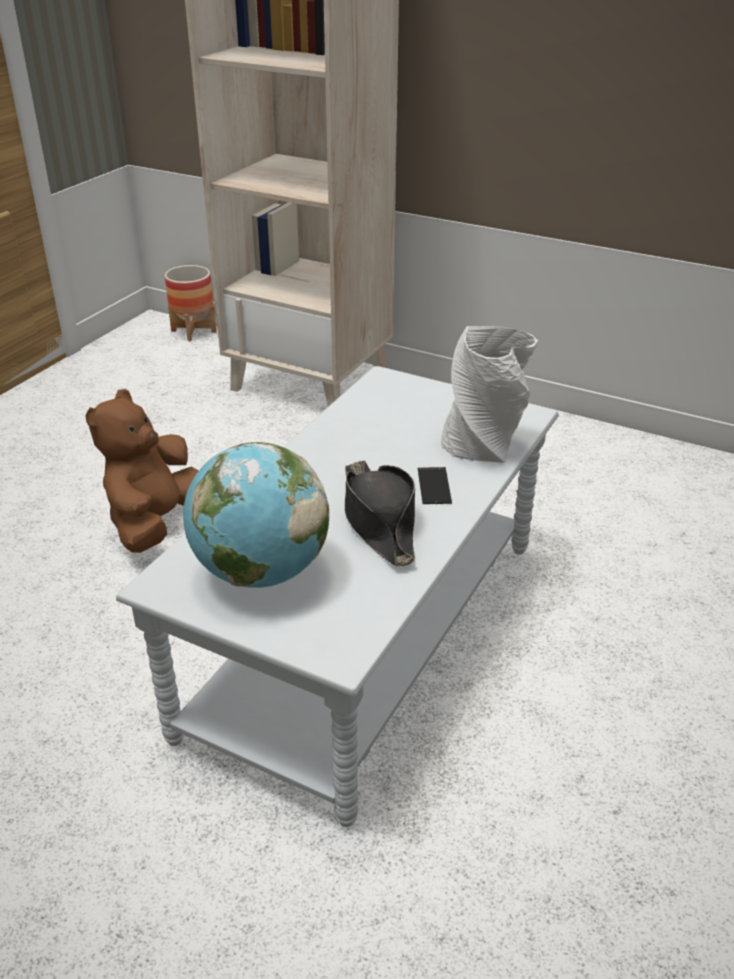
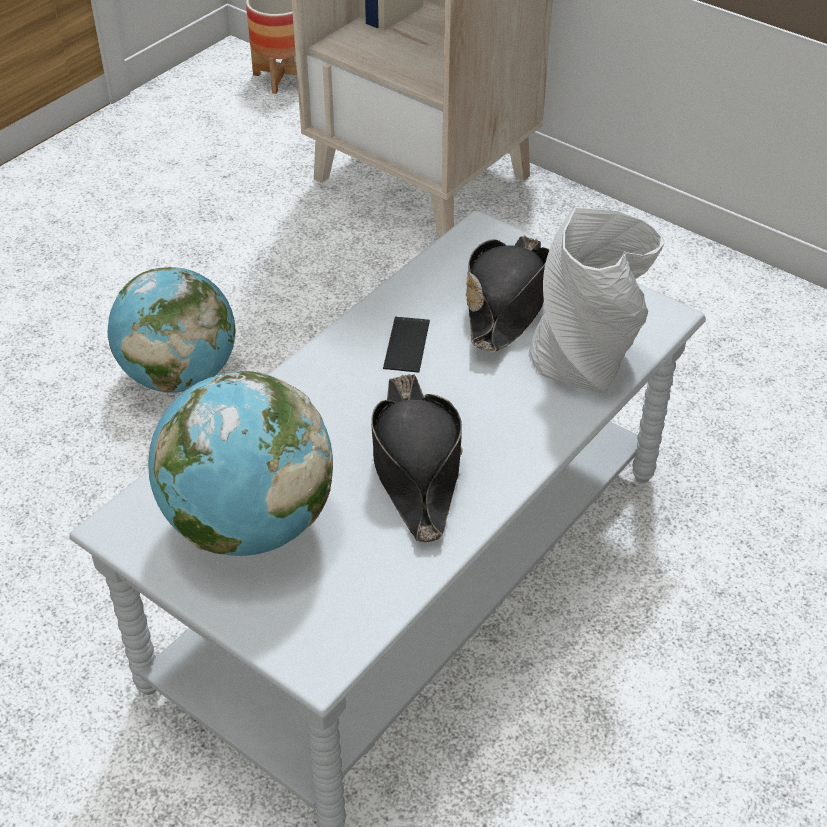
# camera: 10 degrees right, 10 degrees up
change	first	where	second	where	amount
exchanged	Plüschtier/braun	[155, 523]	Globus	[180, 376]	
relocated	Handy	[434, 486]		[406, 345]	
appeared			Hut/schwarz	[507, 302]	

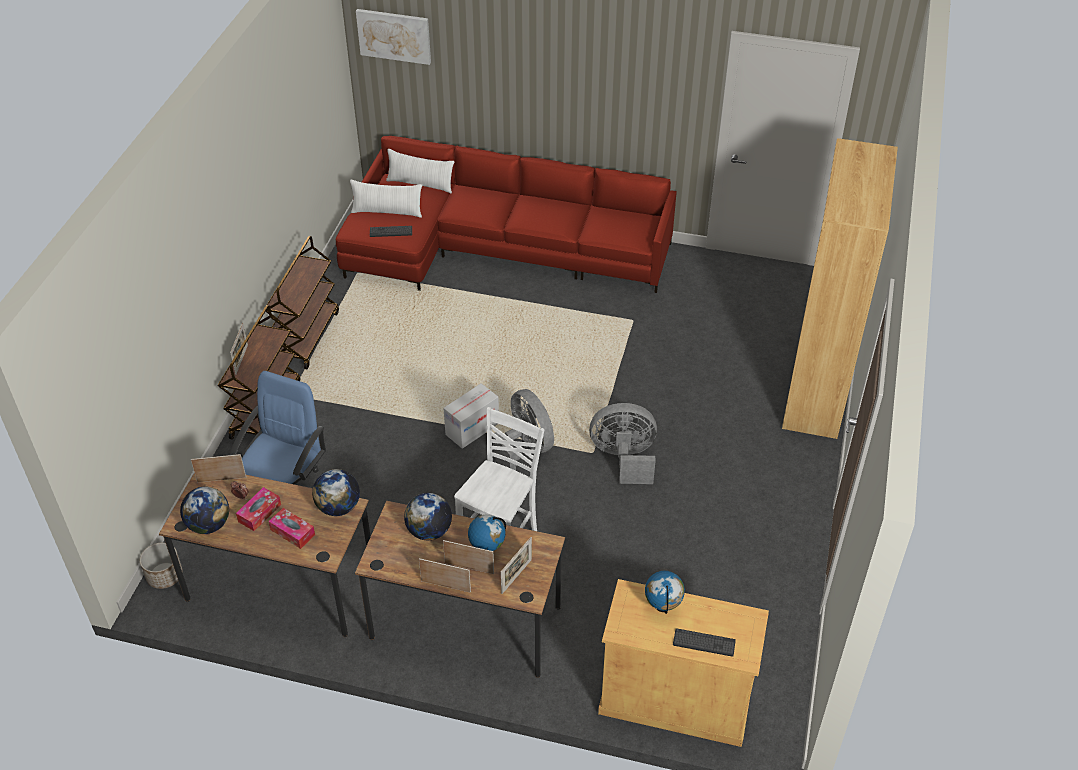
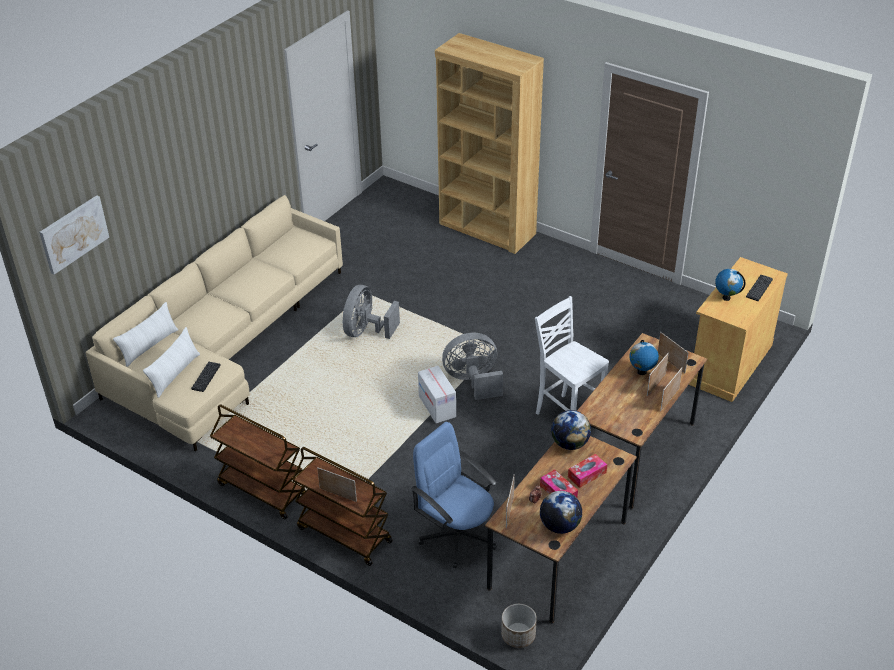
# camera: 70 degrees left, 5 degrees down
change	first	where	second	where	amount
colour	Sofa/rot	[497, 248]	Sofa/beige	[225, 345]	
missing	Globus	[429, 531]			
relocated	Ventilator/grau	[624, 458]		[366, 331]	

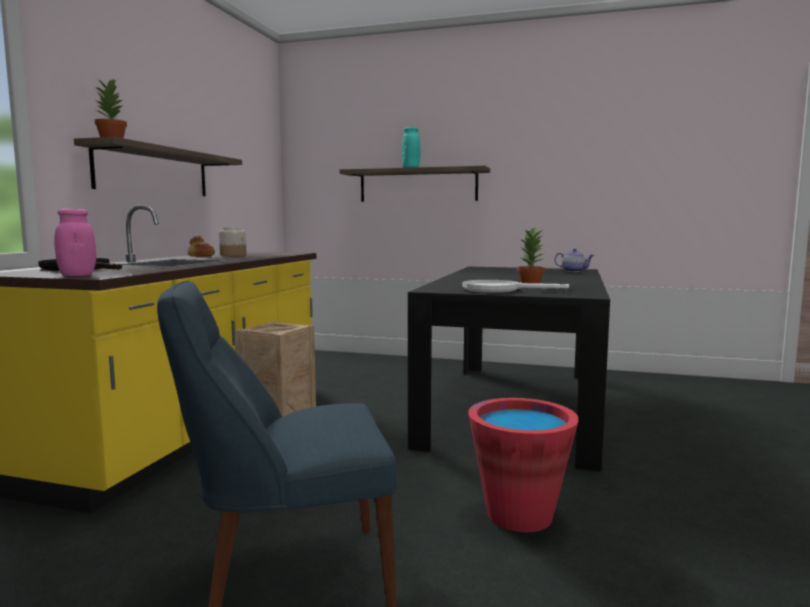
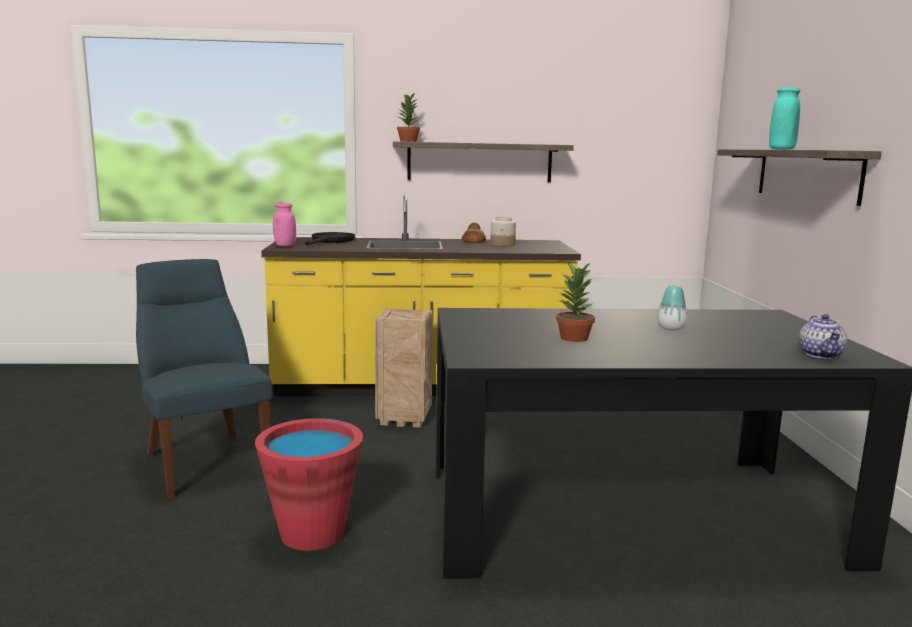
# camera: 70 degrees right, 5 degrees up
change	first	where	second	where	amount
missing	Pfanne/weiß	[499, 290]			
appeared			Vase	[670, 328]	

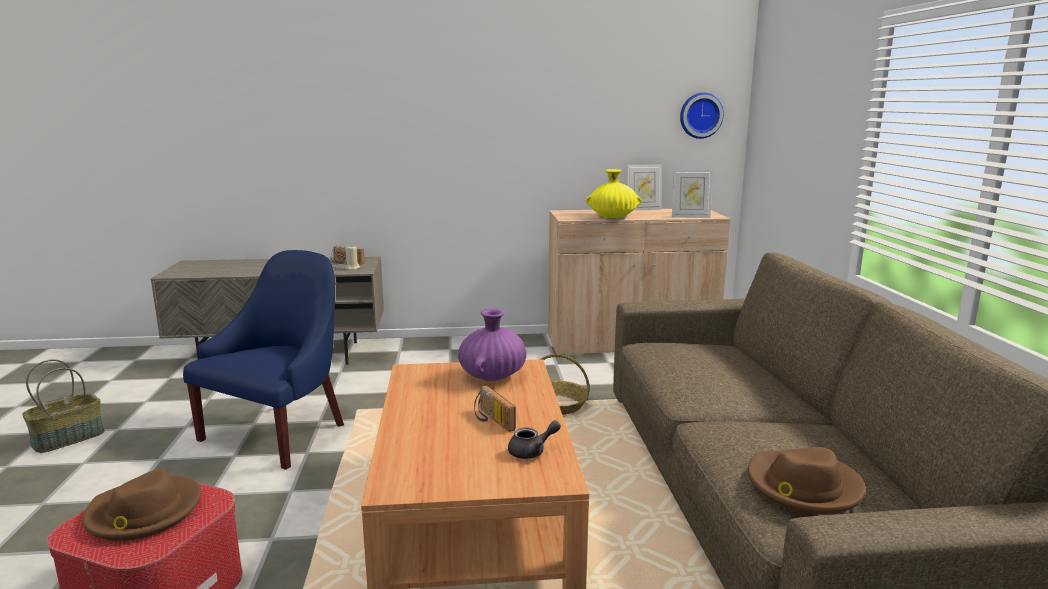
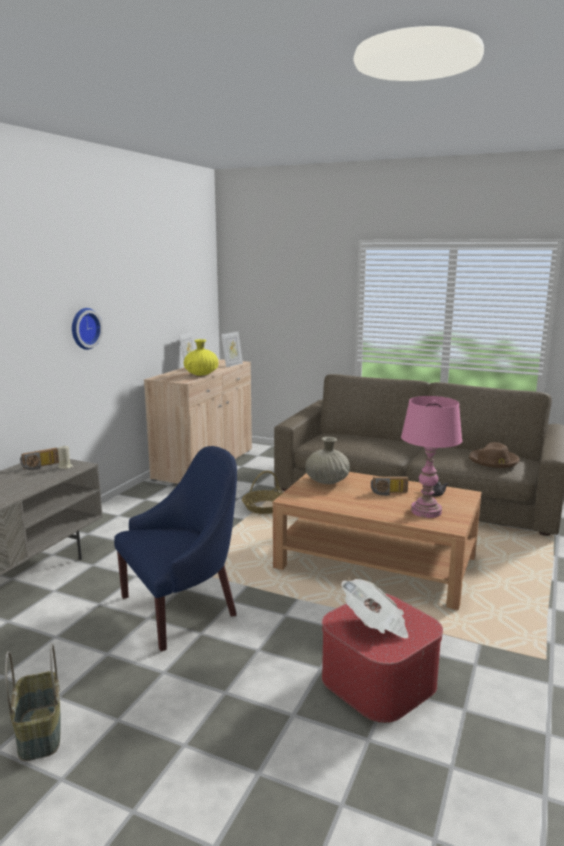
# camera: 60 degrees left, 0 degrees up
change	first	where	second	where	amount
exchanged	Hut/braun	[144, 512]	Zeitung	[375, 624]	
spun	Sessel/blau	[279, 433]		[182, 608]	90 degrees clockwise
colour	Vase/lila	[493, 376]	Vase/beige	[327, 481]	
relocated	Wanduhr	[700, 115]		[84, 328]	
appeared			Tischlampe/rosa	[426, 511]	

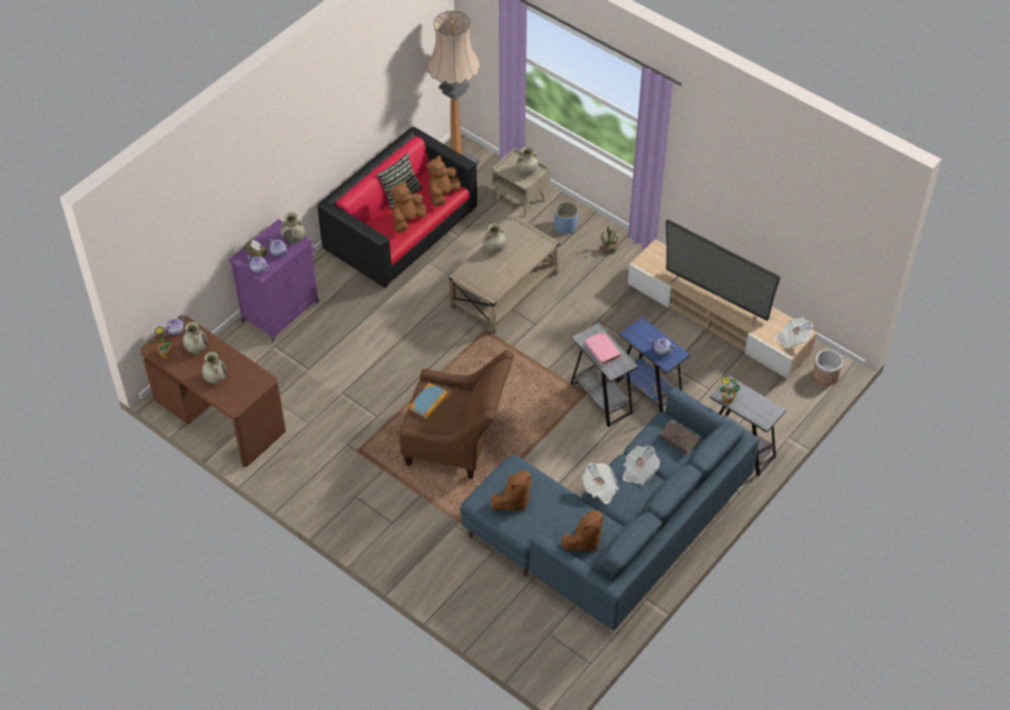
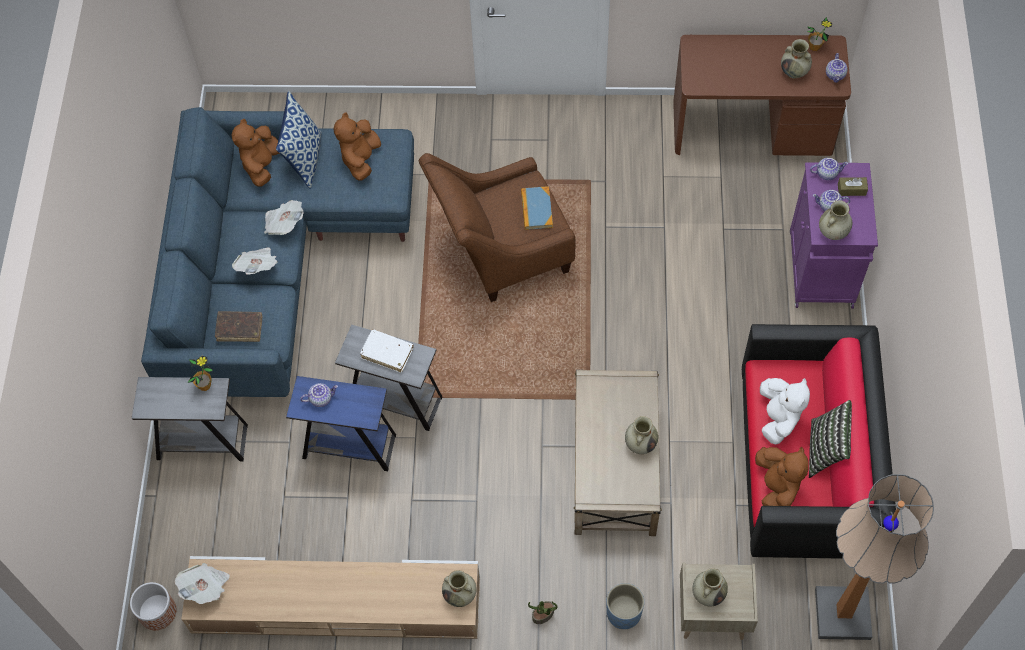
# camera: 145 degrees right, 10 degrees up
change	first	where	second	where	amount
relocated	Vase/beige	[215, 378]		[460, 595]	
colour	Plüschtier/braun	[407, 220]	Plüschtier/weiß	[778, 418]	
colour	Buch/rosa	[602, 351]	Buch/weiß	[387, 353]	
missing	Fernseher	[716, 296]			
appeared			Kissen	[304, 159]	

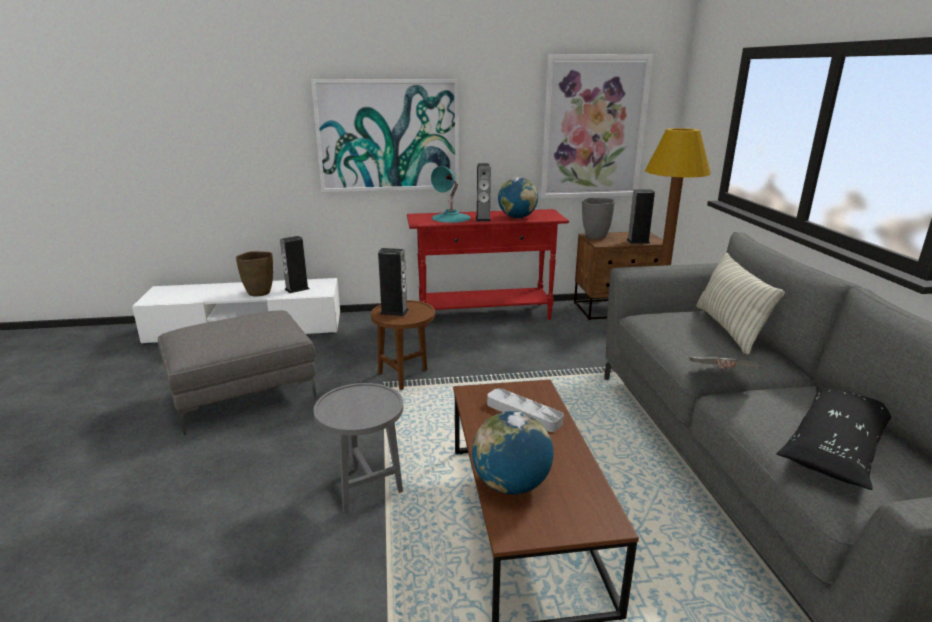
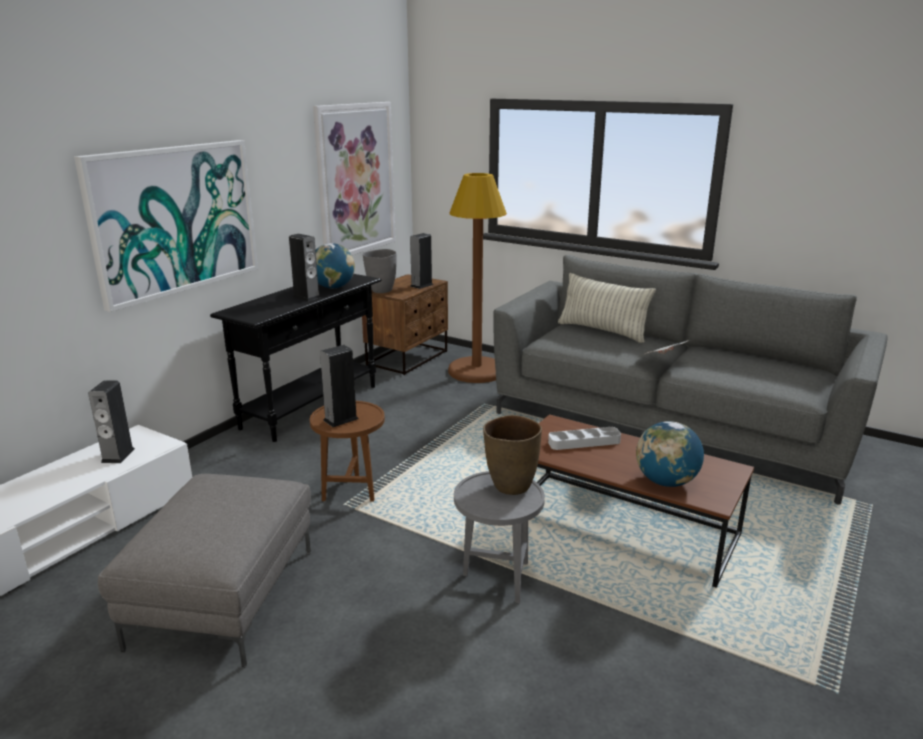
# camera: 50 degrees left, 0 degrees up
change	first	where	second	where	amount
relocated	Vase/braun	[259, 293]		[510, 486]	
colour	Konsolentisch/rot	[485, 315]	Konsolentisch/schwarz	[311, 406]	
missing	Tischlampe/türkis	[451, 218]			
missing	Kissen/schwarz	[836, 447]			

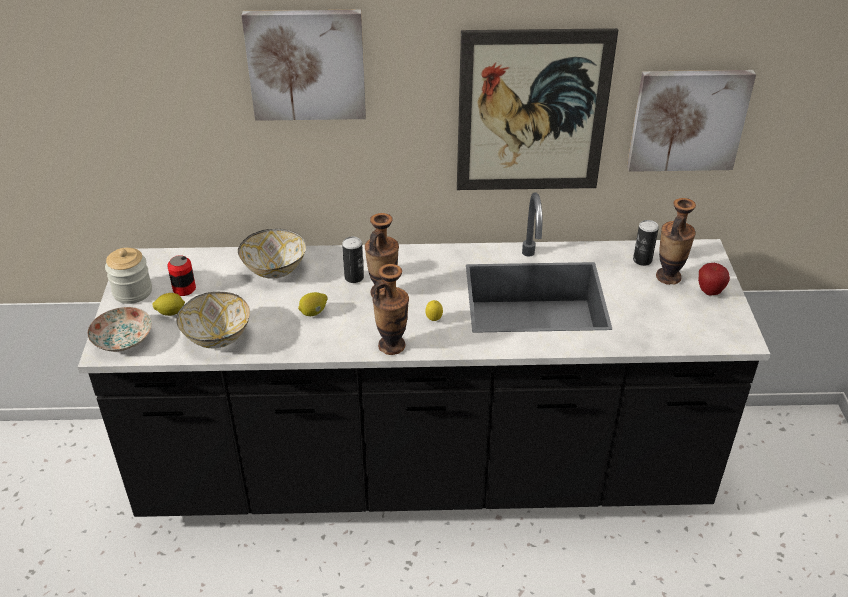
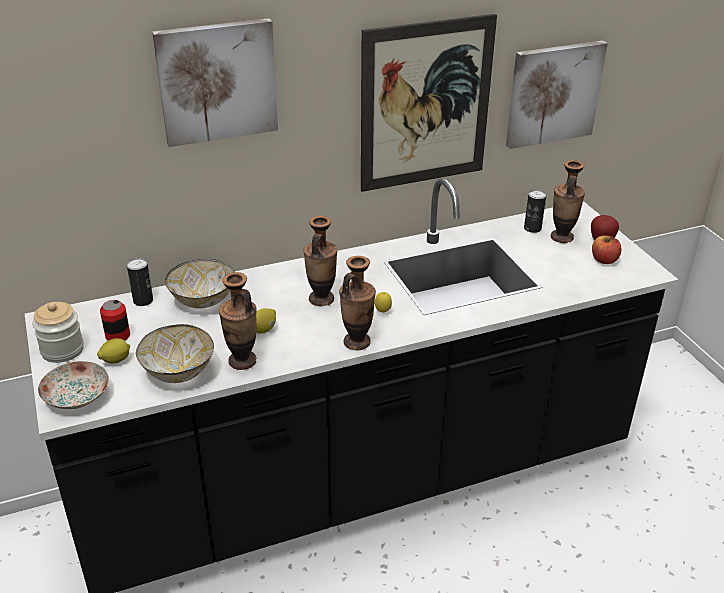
# camera: 20 degrees left, 5 degrees down
change	first	where	second	where	amount
relocated	Dose	[354, 277]		[143, 301]	
appeared			Vase	[242, 361]	
appeared			Apfel	[604, 260]	

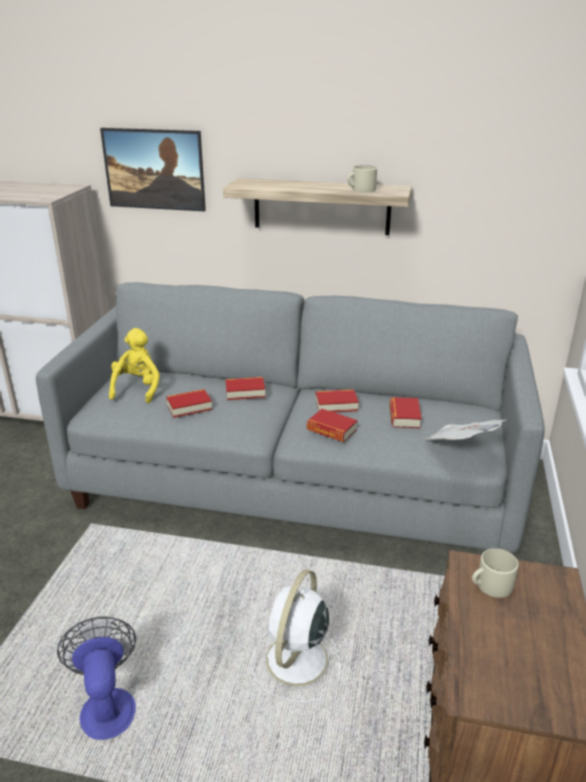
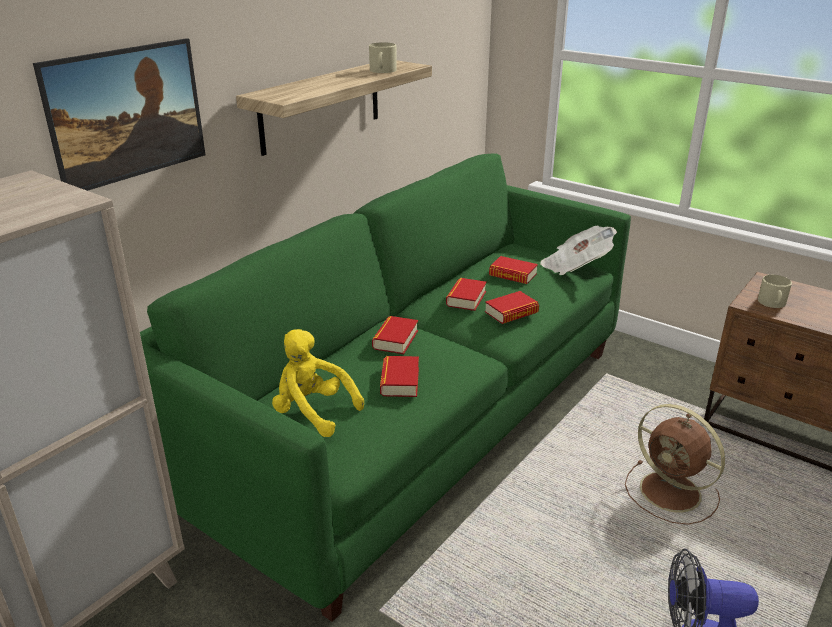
# camera: 65 degrees left, 0 degrees up
change	first	where	second	where	amount
colour	Sofa/grau	[294, 483]	Sofa/grün	[415, 421]	
colour	Ventilator/weiß	[296, 662]	Ventilator/braun	[672, 493]	

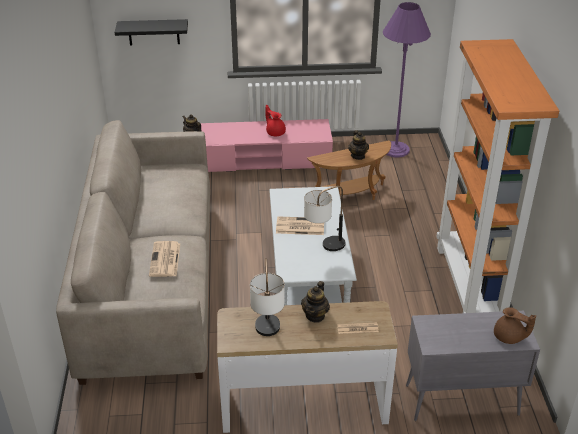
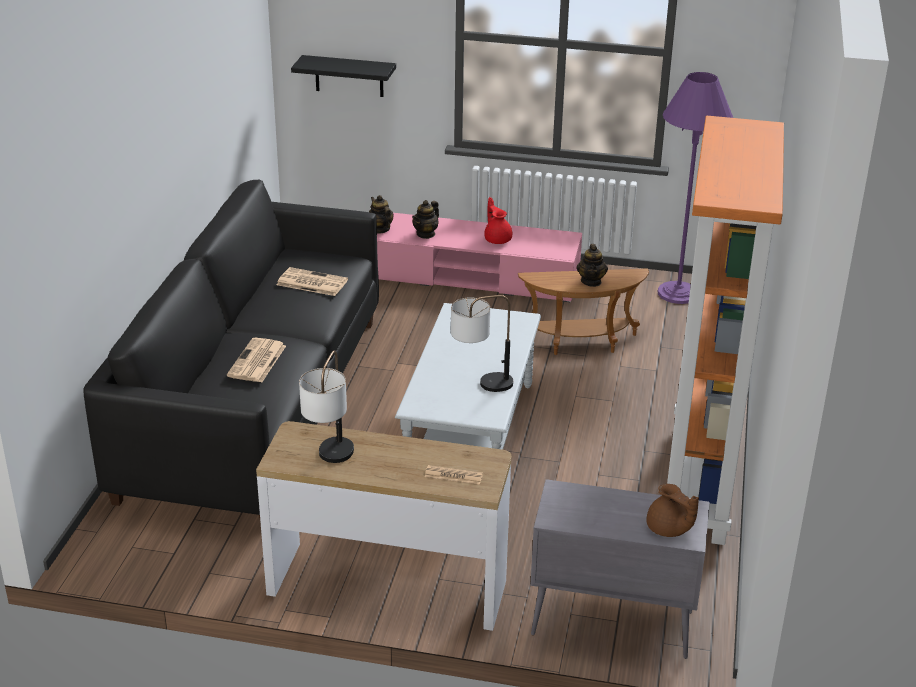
# camera: 15 degrees right, 5 degrees down
change	first	where	second	where	amount
colour	Sofa/beige	[151, 284]	Sofa/schwarz	[254, 405]	
relocated	Zeitung	[299, 226]		[311, 282]	
relocated	Teekanne	[315, 315]		[426, 234]	

